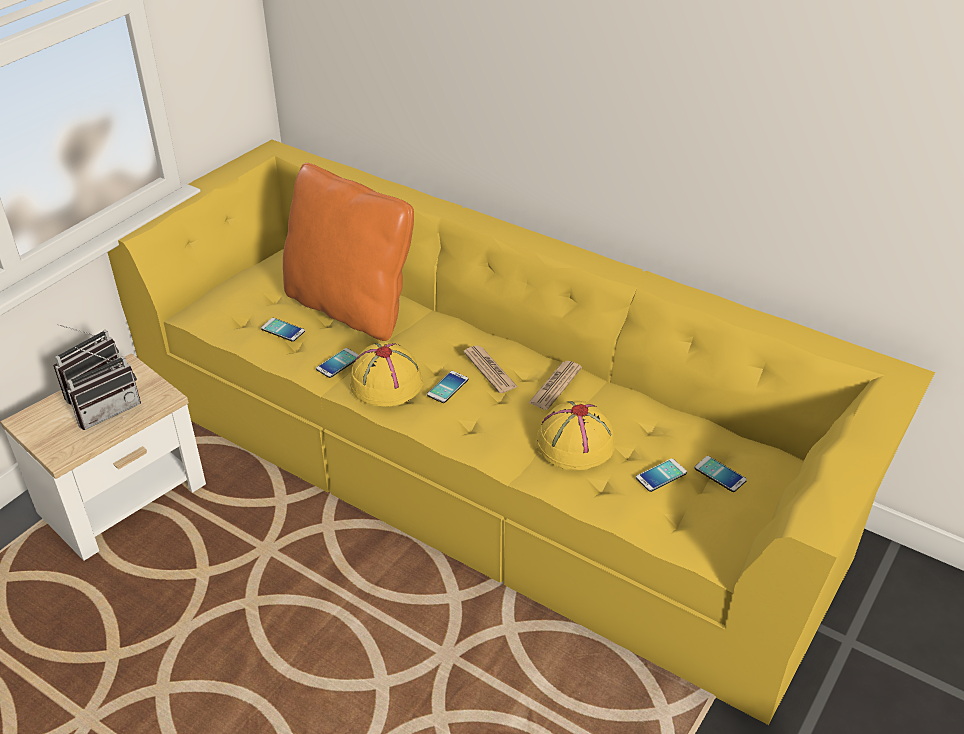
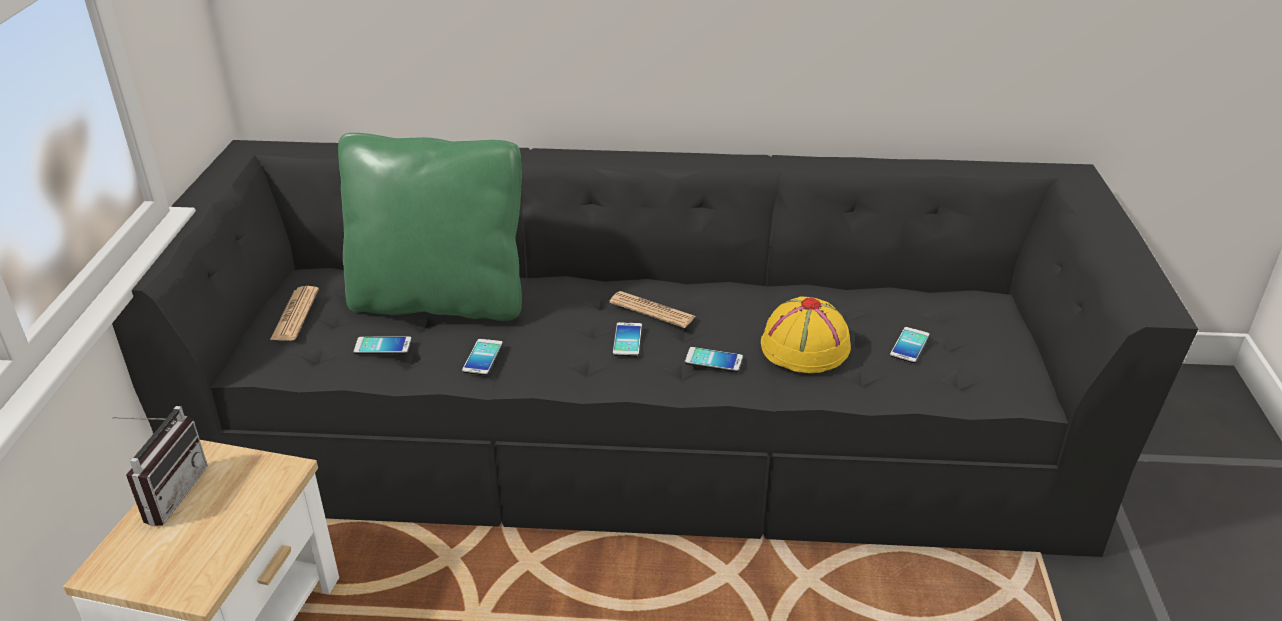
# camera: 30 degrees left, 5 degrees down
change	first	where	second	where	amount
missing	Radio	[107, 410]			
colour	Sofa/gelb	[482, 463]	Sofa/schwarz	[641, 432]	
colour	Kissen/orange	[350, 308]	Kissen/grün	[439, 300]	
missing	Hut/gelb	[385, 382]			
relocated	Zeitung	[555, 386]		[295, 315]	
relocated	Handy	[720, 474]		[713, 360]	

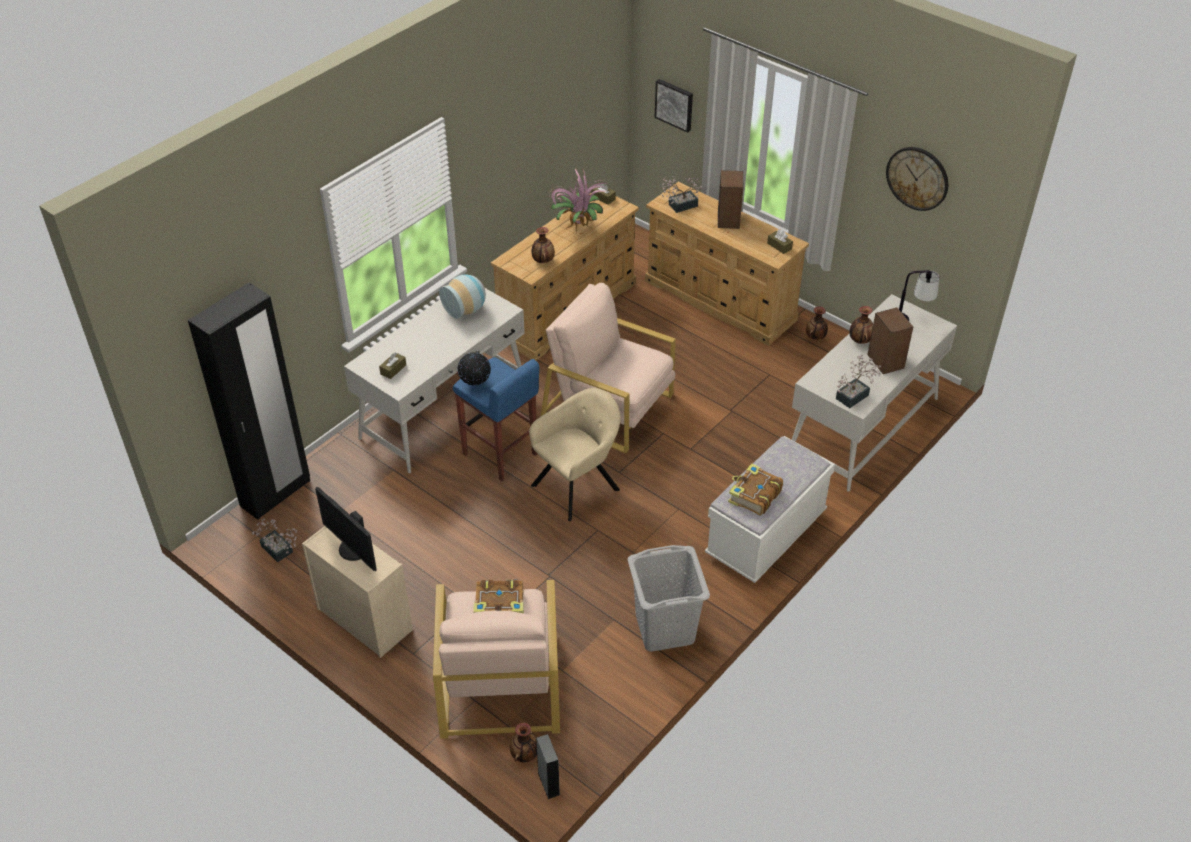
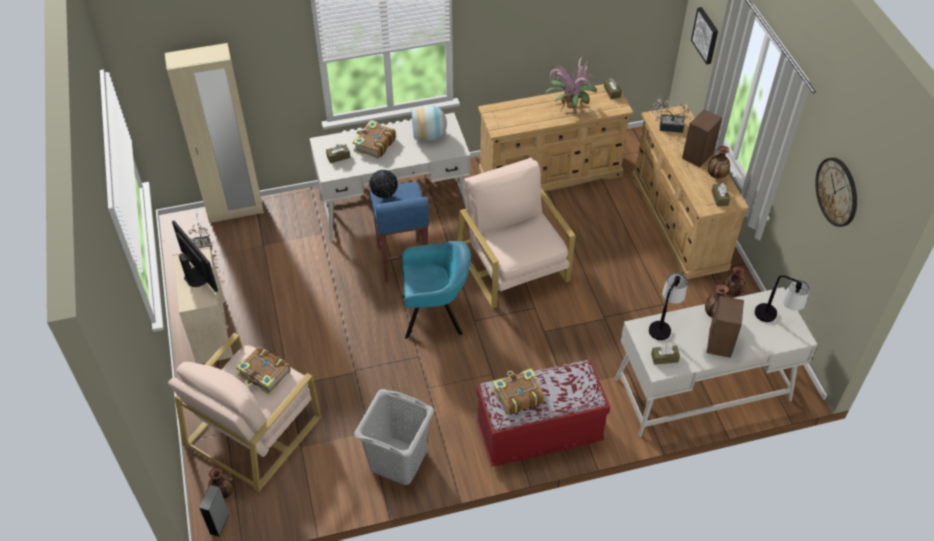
# camera: 35 degrees right, 5 degrees up
change	first	where	second	where	amount
colour	Kleiderschrank/schwarz	[276, 494]	Kleiderschrank/beige	[235, 211]	
spun	Monitor	[353, 549]		[198, 276]	150 degrees clockwise
colour	Sessel/beige	[578, 485]	Sessel/türkis	[435, 314]	
relocated	Vase	[543, 261]		[716, 175]	
colour	Bank/weiß	[766, 535]	Bank/rot	[539, 434]	
exchanged	Topfpflanze	[855, 395]	Taschentuchbox/braun	[664, 358]	
appeared			Buch	[374, 145]	
appeared			Tischlampe	[663, 323]	

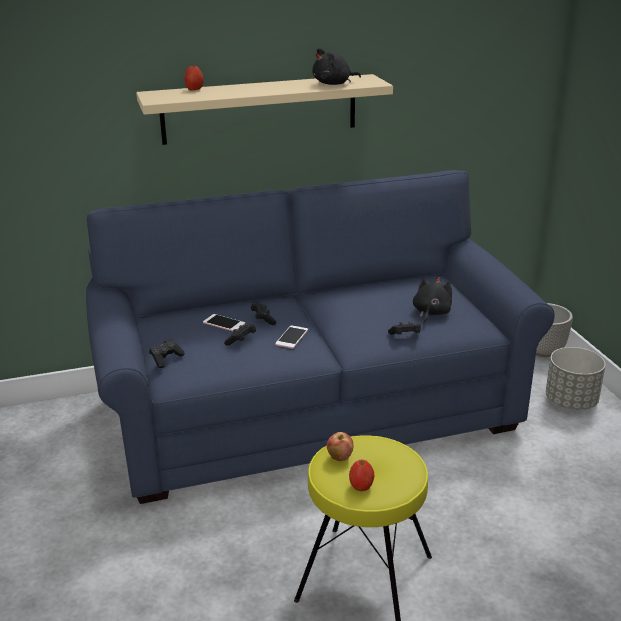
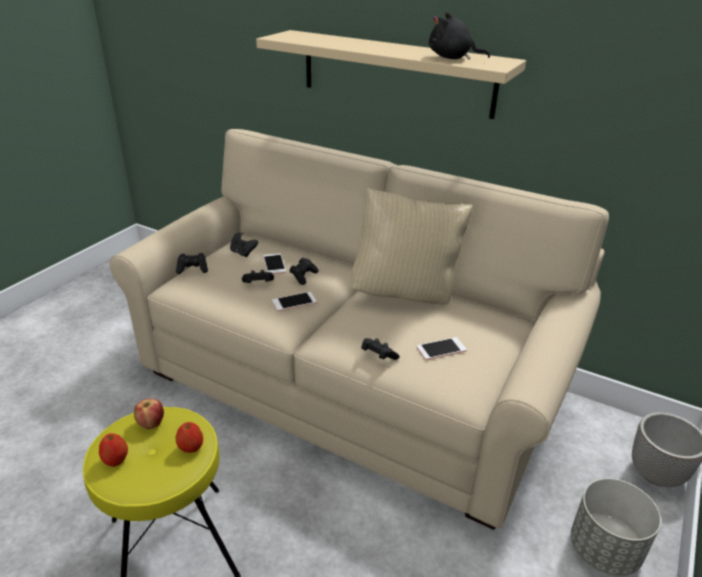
# camera: 45 degrees right, 5 degrees up
change	first	where	second	where	amount
colour	Sofa/blau	[312, 413]	Sofa/beige	[349, 386]	
relocated	Apfel	[194, 90]		[191, 448]	
exchanged	Plüschtier/schwarz	[431, 313]	Handy	[441, 349]	
appeared			Gamepad/schwarz	[243, 253]	
appeared			Kissen/beige	[406, 294]	

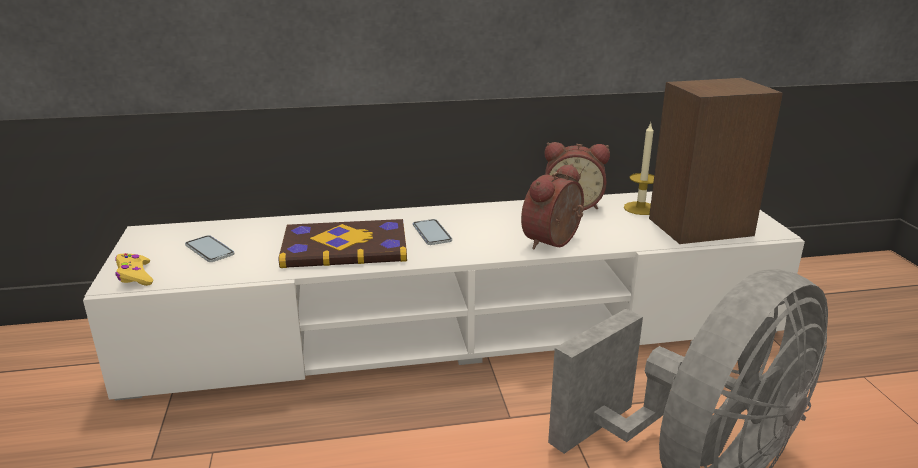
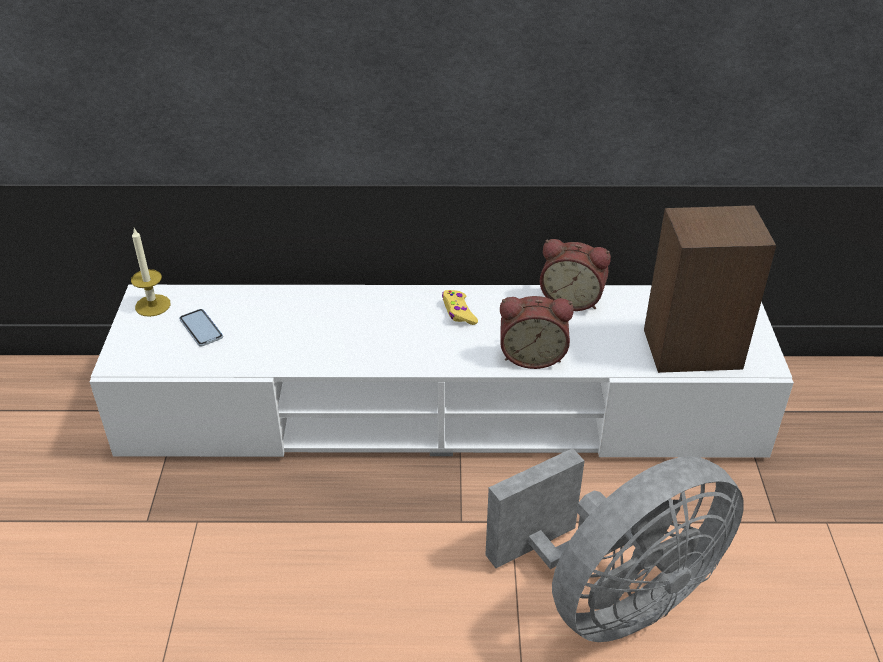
# camera: 10 degrees right, 15 degrees up
change	first	where	second	where	amount
relocated	Gamepad/gelb	[135, 276]		[458, 312]	
missing	Buch	[345, 247]			
missing	Handy	[432, 233]			
spun	Wecker	[555, 242]		[532, 355]	135 degrees counterclockwise
relocated	Kerze	[640, 208]		[152, 305]	

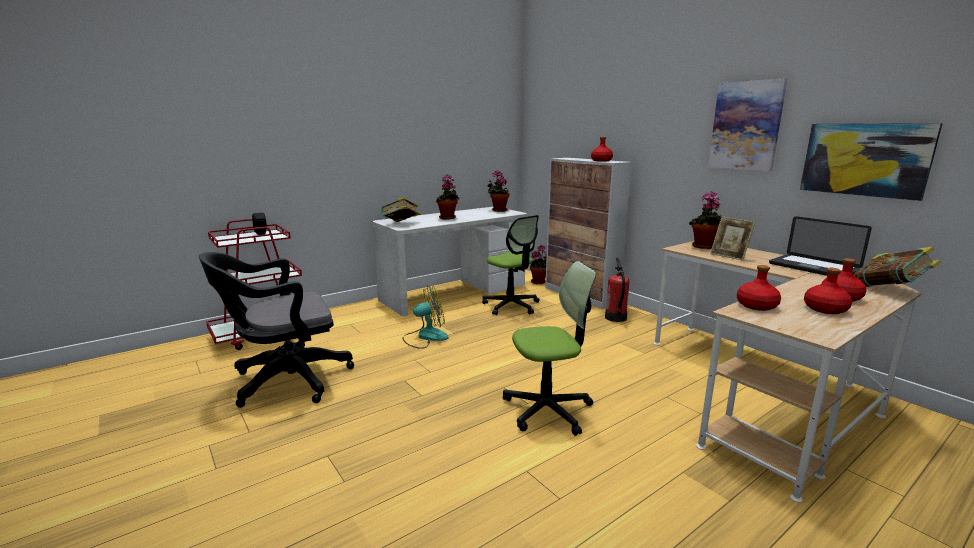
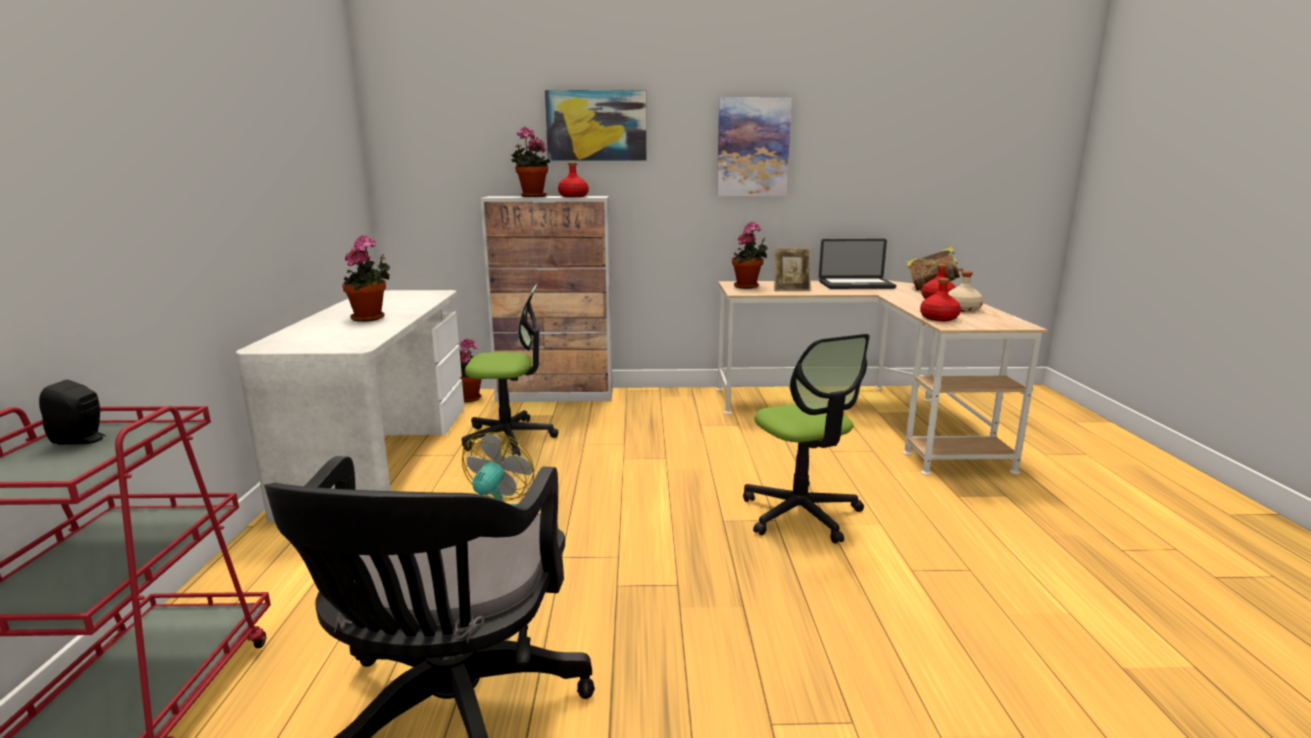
# camera: 55 degrees left, 0 degrees up
change	first	where	second	where	amount
missing	Buch	[401, 224]			
relocated	Topfpflanze	[498, 210]		[531, 196]	
spun	Bürostuhl	[547, 409]		[801, 514]	135 degrees clockwise
missing	Feuerlöscher	[615, 318]			
relocated	Bild	[865, 159]		[596, 126]	
colour	Flasche/rot	[824, 309]	Flasche/beige	[961, 309]	

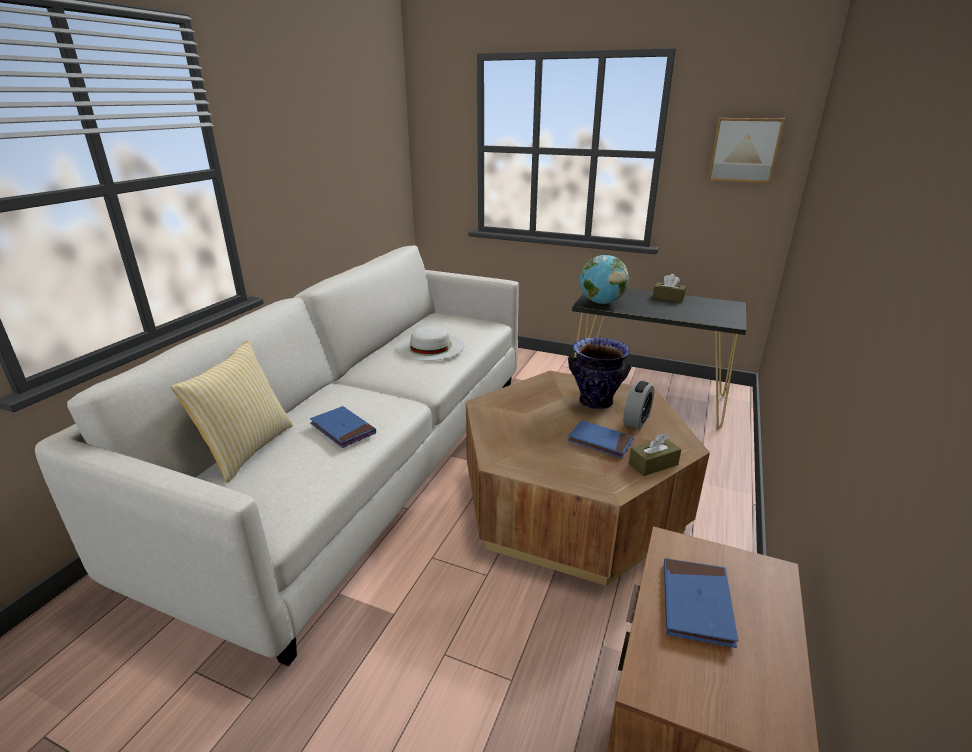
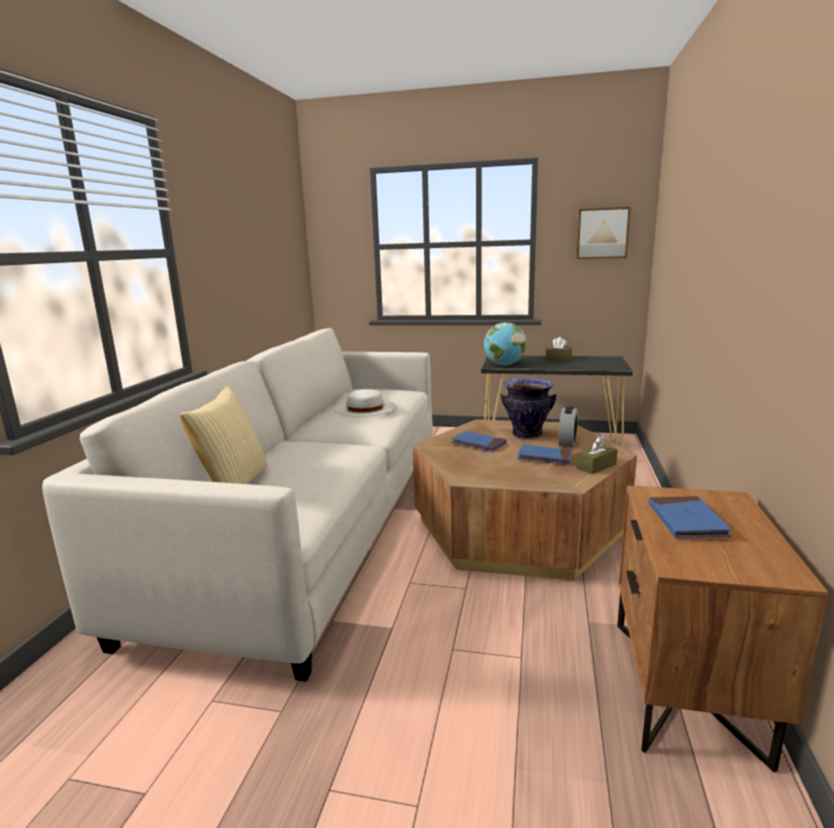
# camera: 10 degrees left, 10 degrees down
change	first	where	second	where	amount
relocated	Buch/blau	[343, 429]		[478, 444]	

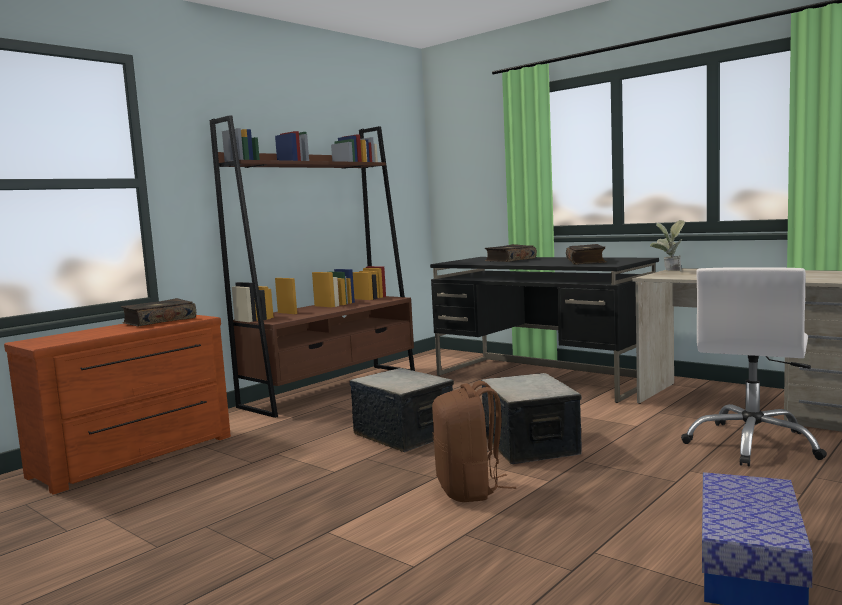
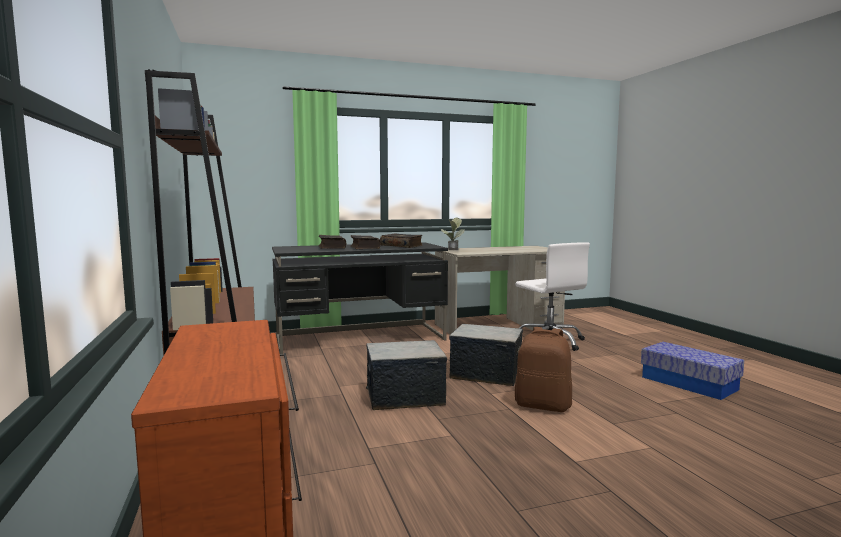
# camera: 60 degrees left, 0 degrees up
change	first	where	second	where	amount
relocated	Buch	[159, 321]		[364, 248]	

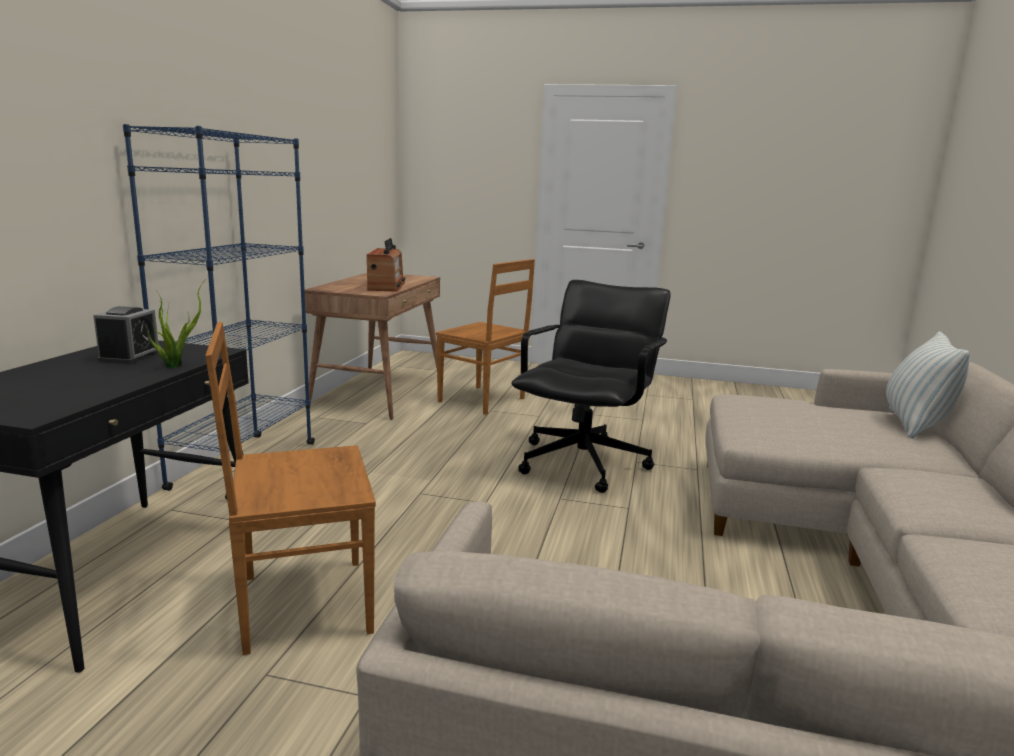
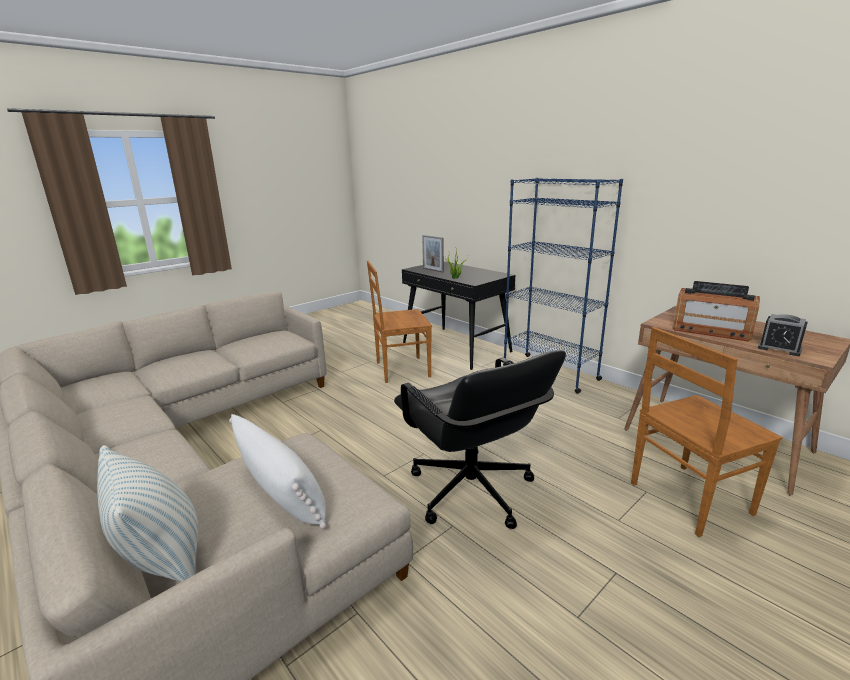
# camera: 125 degrees right, 5 degrees up
change	first	where	second	where	amount
relocated	Wecker	[130, 356]		[779, 348]	
spun	Stuhl/braun	[301, 604]		[401, 369]	120 degrees counterclockwise
appeared			Kissen/weiß	[281, 492]	
appeared			Bilderrahmen	[433, 270]	

